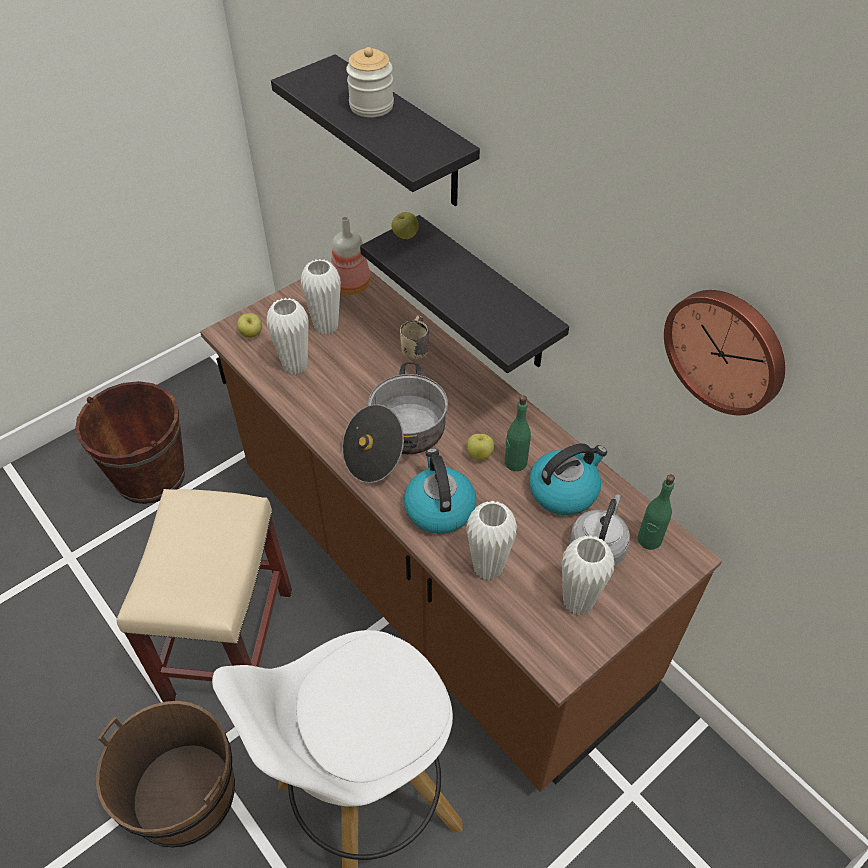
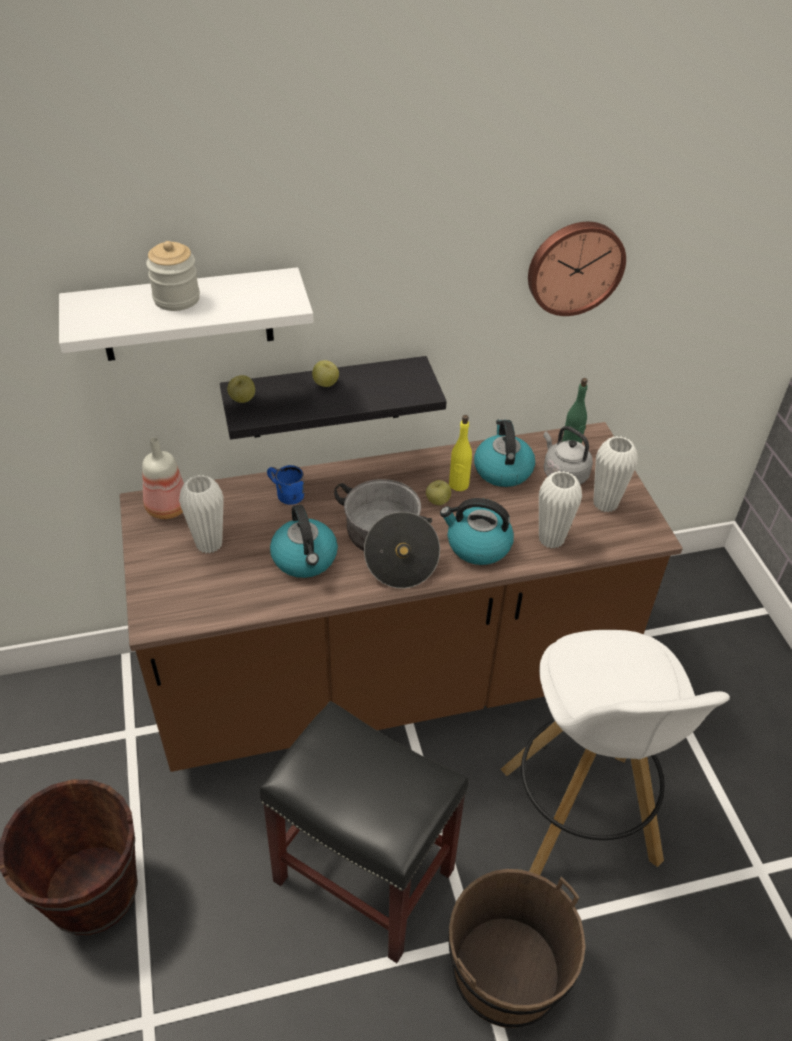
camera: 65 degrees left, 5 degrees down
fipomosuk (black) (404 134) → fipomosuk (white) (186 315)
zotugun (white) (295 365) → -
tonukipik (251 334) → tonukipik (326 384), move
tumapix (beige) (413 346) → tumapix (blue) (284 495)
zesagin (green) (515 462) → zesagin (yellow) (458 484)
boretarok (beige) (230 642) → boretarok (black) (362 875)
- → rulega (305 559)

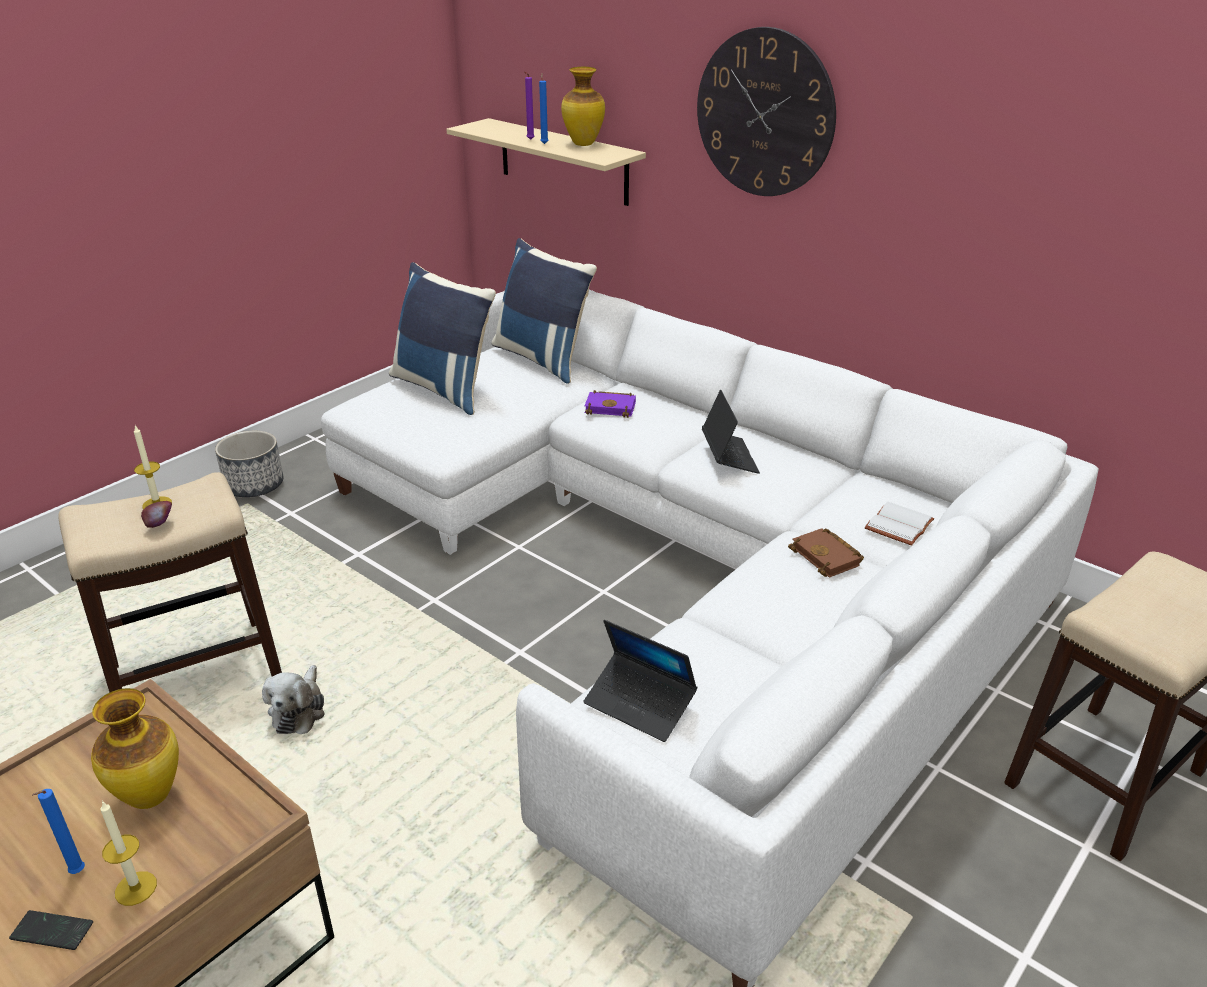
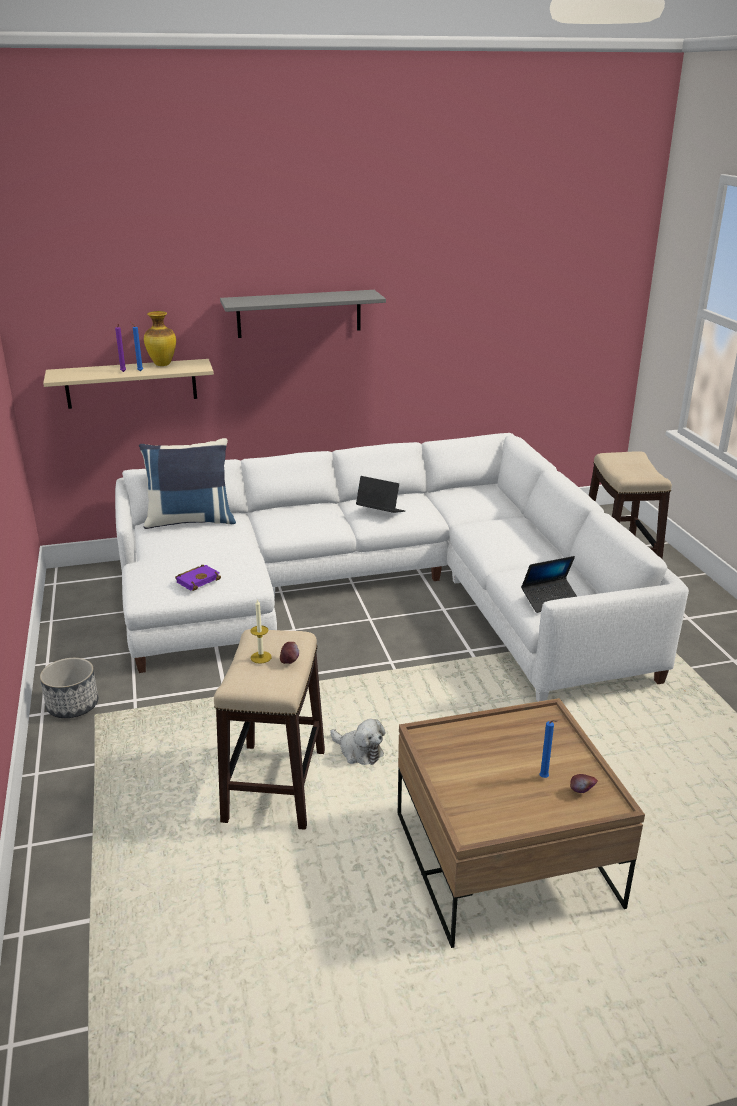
camera: 55 degrees left, 5 degrees down
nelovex (765 113) → fipomosuk (grey) (299 313)
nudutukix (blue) (445 388) → -
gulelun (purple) (612 407) → gulelun (purple) (198 580), move
gulelun (white) (900 526) → -
gulelun (brown) (828 557) → -
zotugun (152 796) → -
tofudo (136 888) → -
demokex (52 931) → tonukipik (582 792)

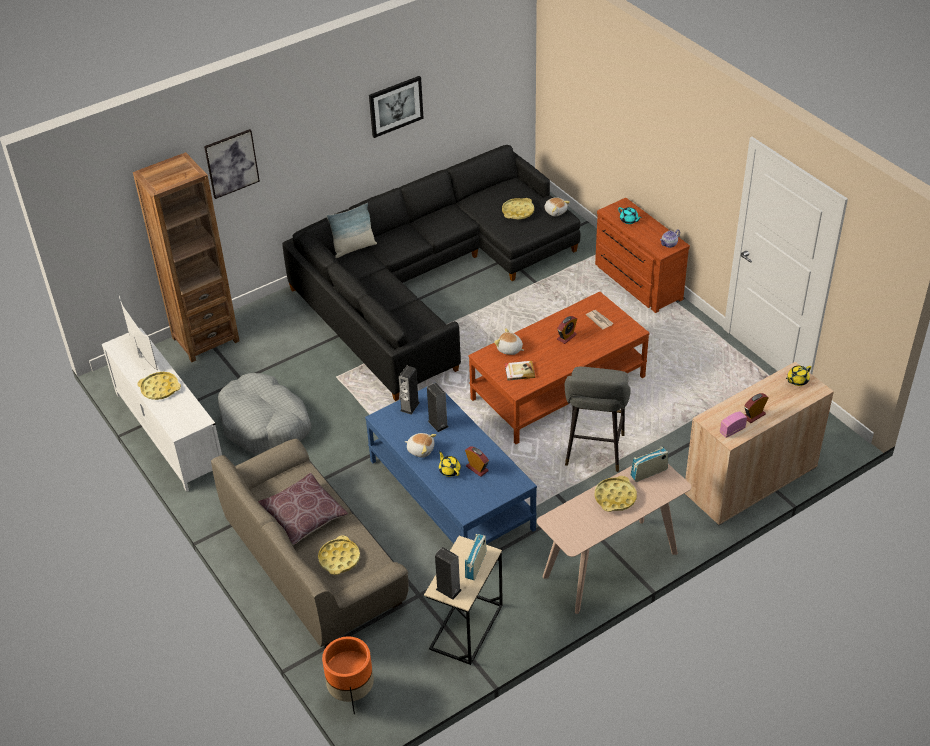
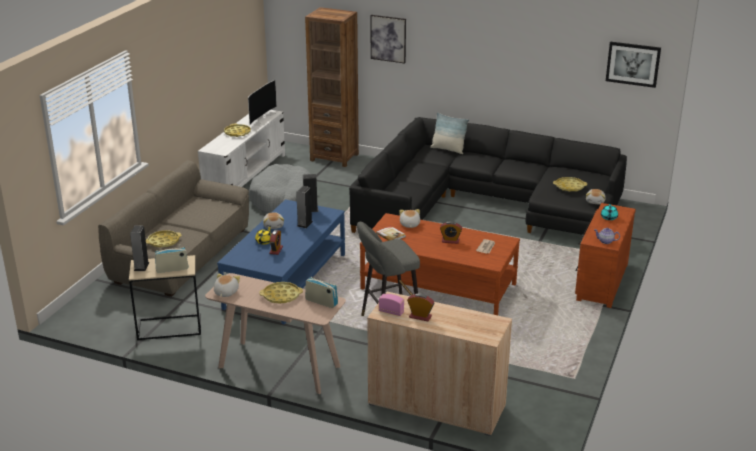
camera: 55 degrees right, 15 degrees down
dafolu (395 106) → dafolu (633 64), move
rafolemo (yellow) (797 380) → -
nudutukix (brown) (303 516) → -
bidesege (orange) (351 692) → -
- → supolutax (225 292)

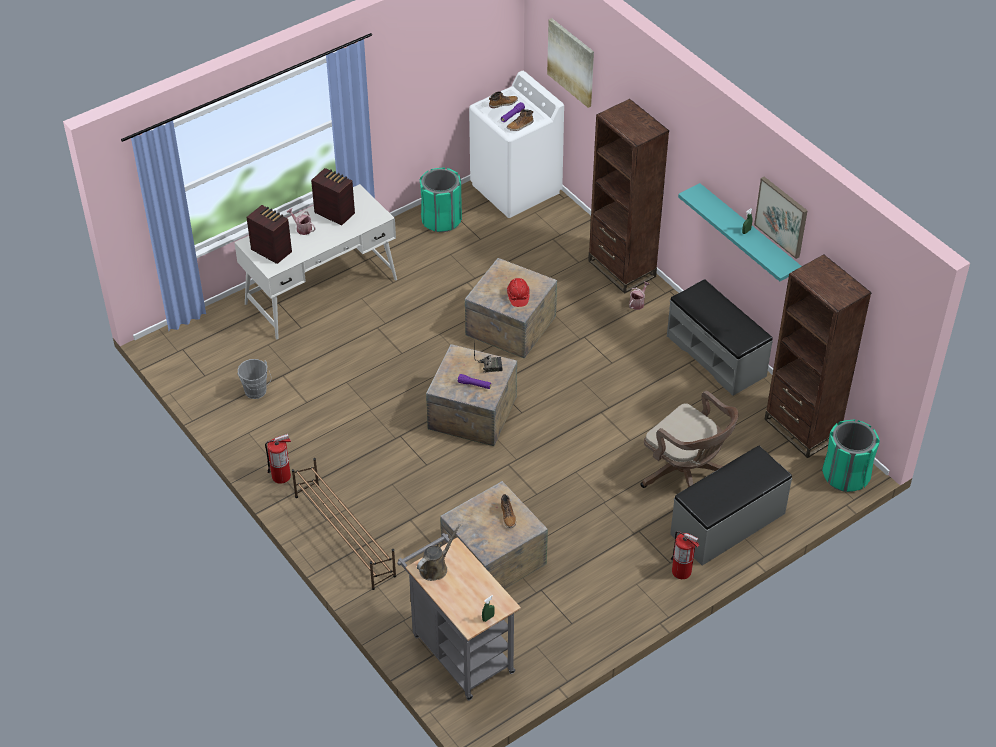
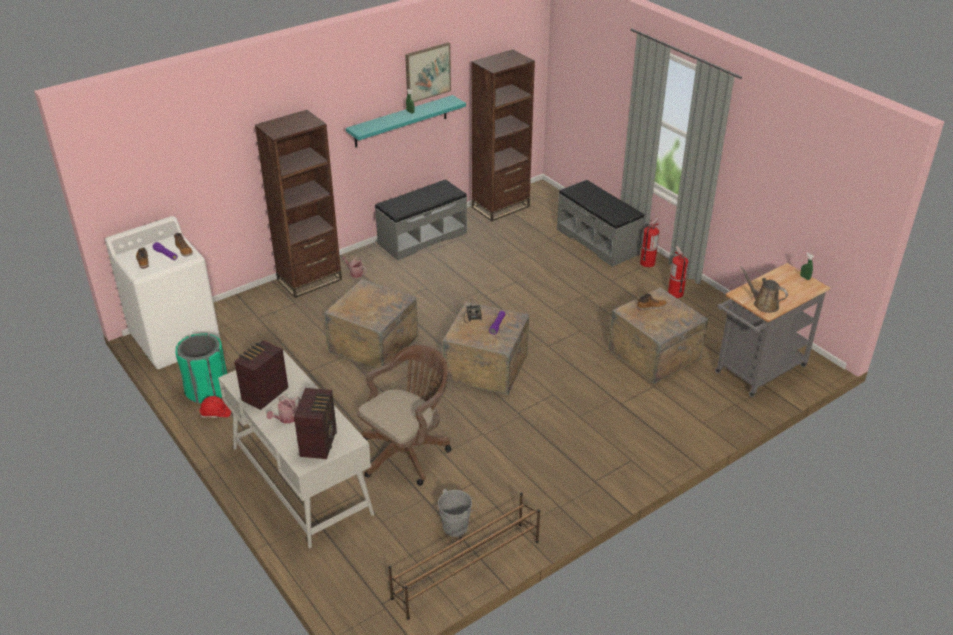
camera: 90 degrees left, 10 degrees down
dafolu (571 62) → -
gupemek (271 250) → gupemek (319 442), 150 degrees clockwise
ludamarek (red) (518 296) → ludamarek (red) (215 413), move
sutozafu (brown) (686 475) → sutozafu (brown) (407 452), move
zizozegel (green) (846 475) → -
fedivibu (281 476) → fedivibu (675 293), move
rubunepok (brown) (344 535) → rubunepok (brown) (465 569), move

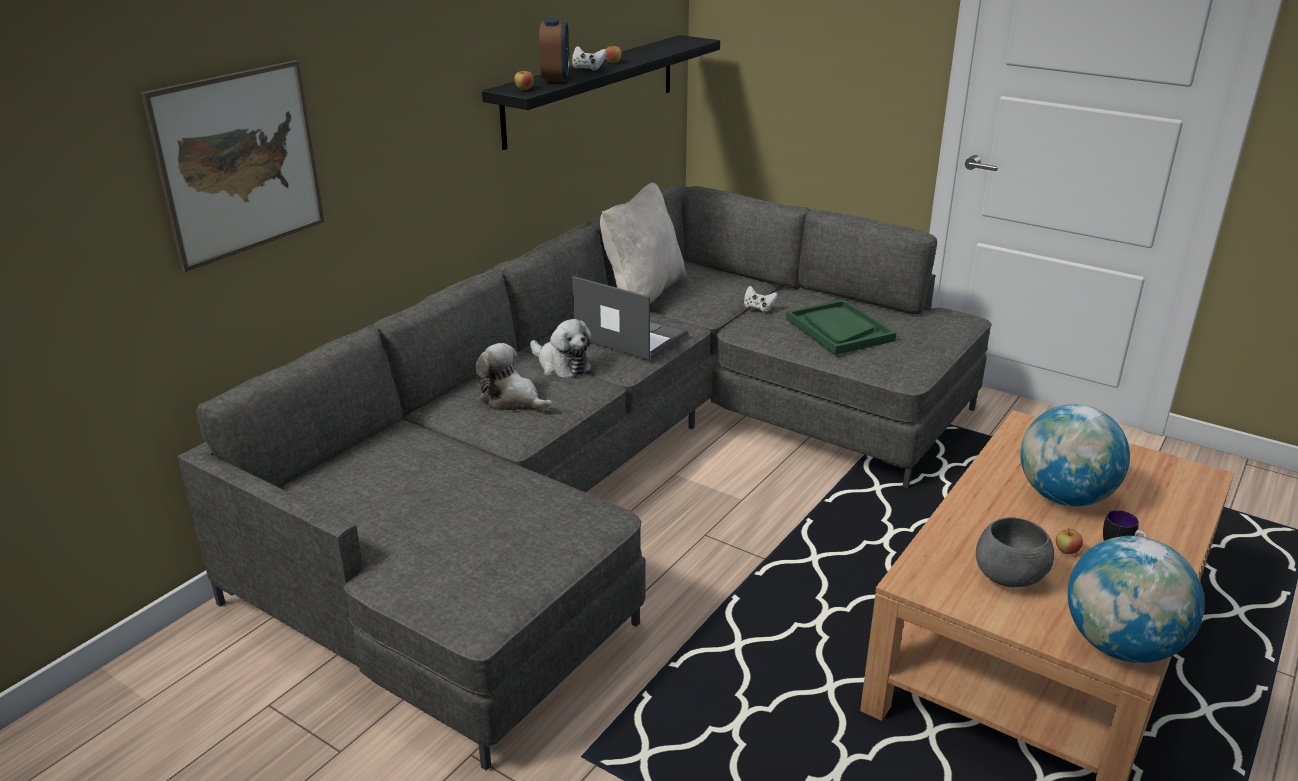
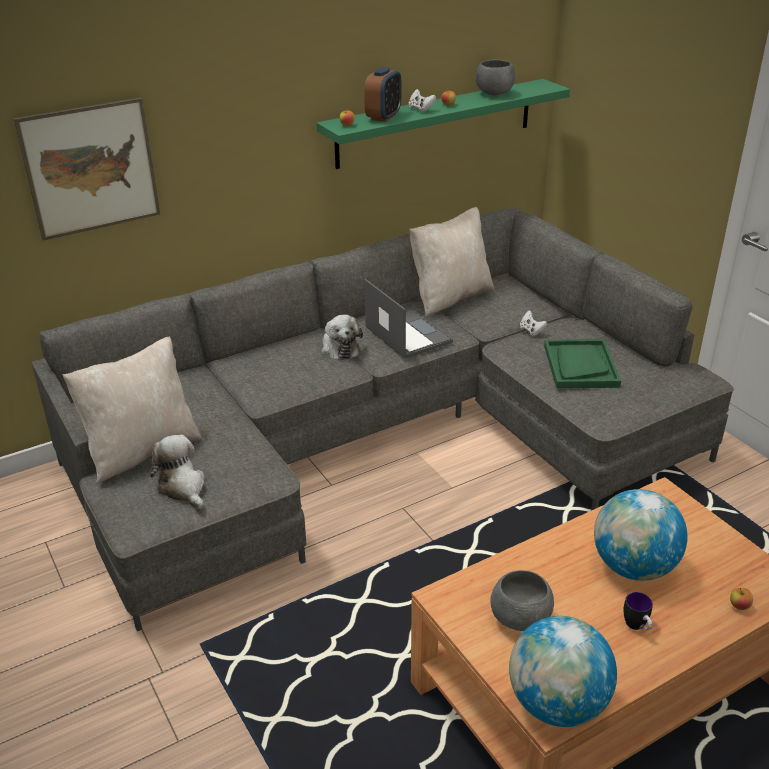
camera: 25 degrees right, 5 degrees up
fipomosuk (black) (592 89) → fipomosuk (green) (436 123)
supolutax (512 400) → supolutax (183 487), move
tonukipik (1066 551) → tonukipik (739 606), move
- → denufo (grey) (494 94)
- → nudutukix (beige) (142 451)

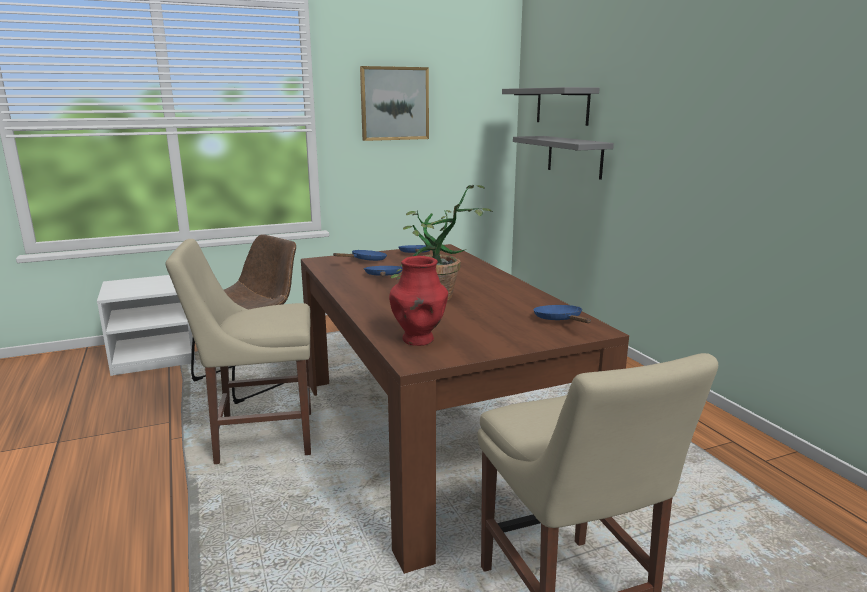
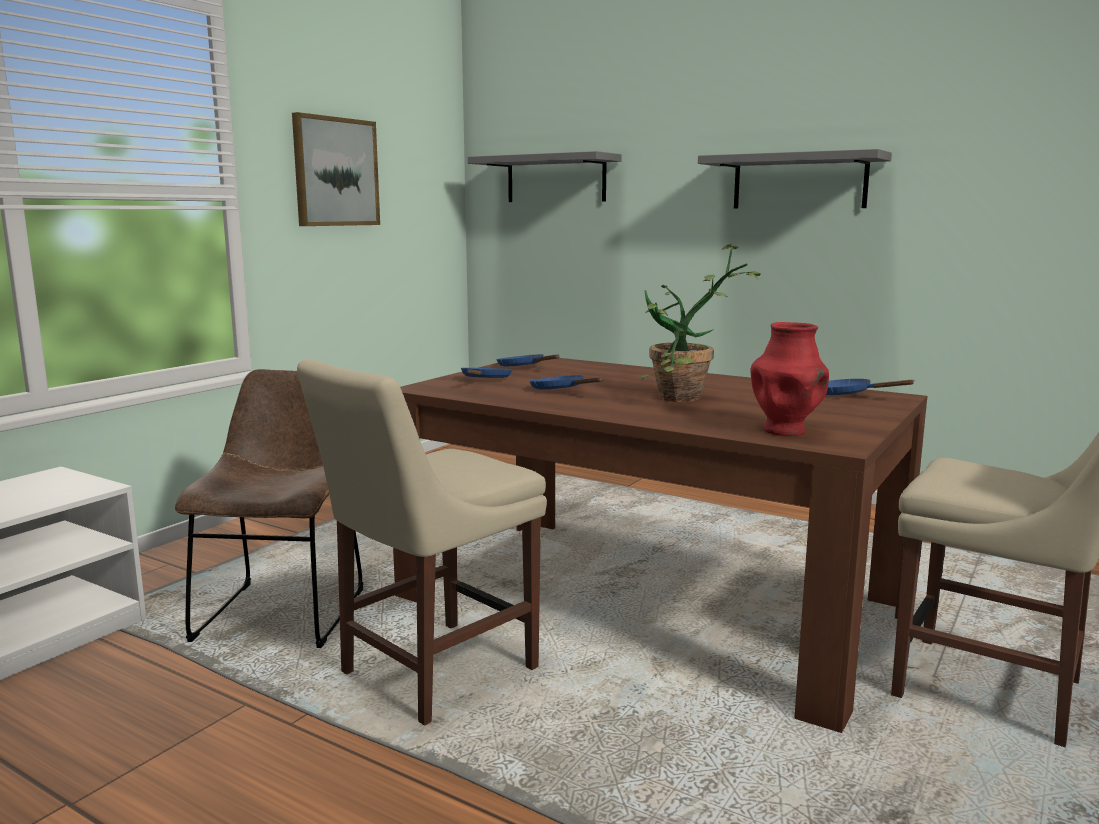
camera: 35 degrees left, 5 degrees down
fipomosuk (grey) (574 156) → fipomosuk (grey) (799 182), move

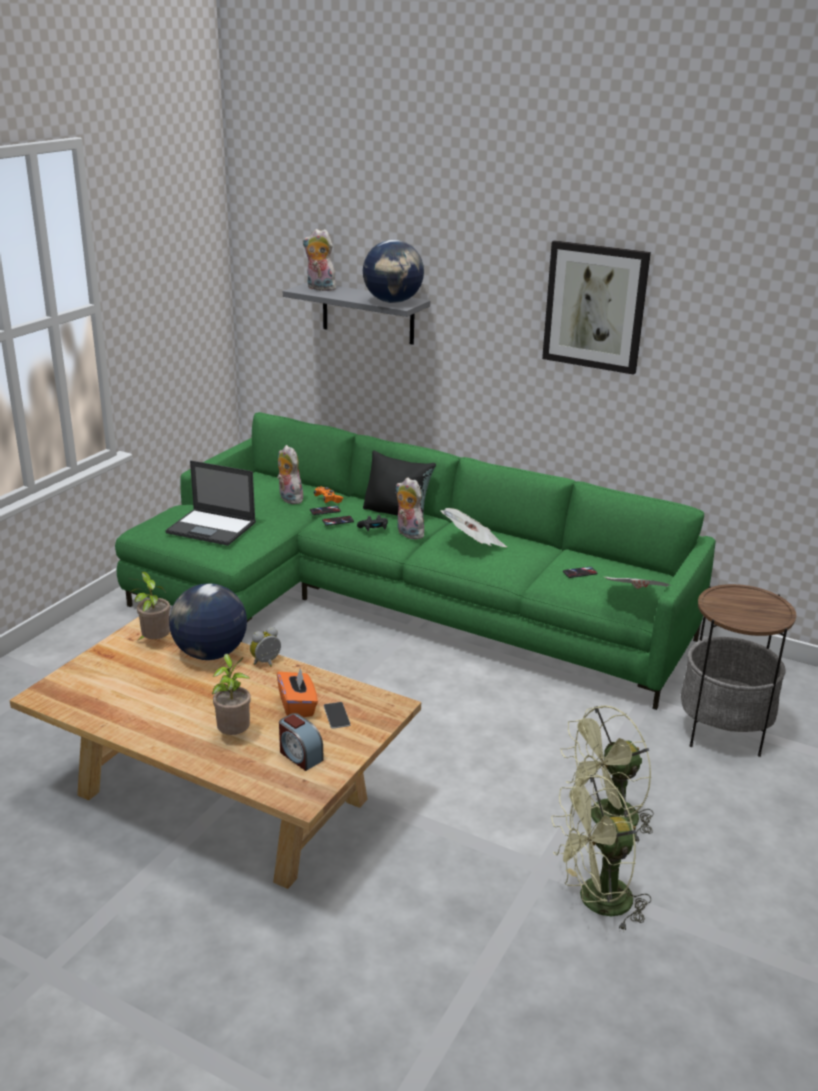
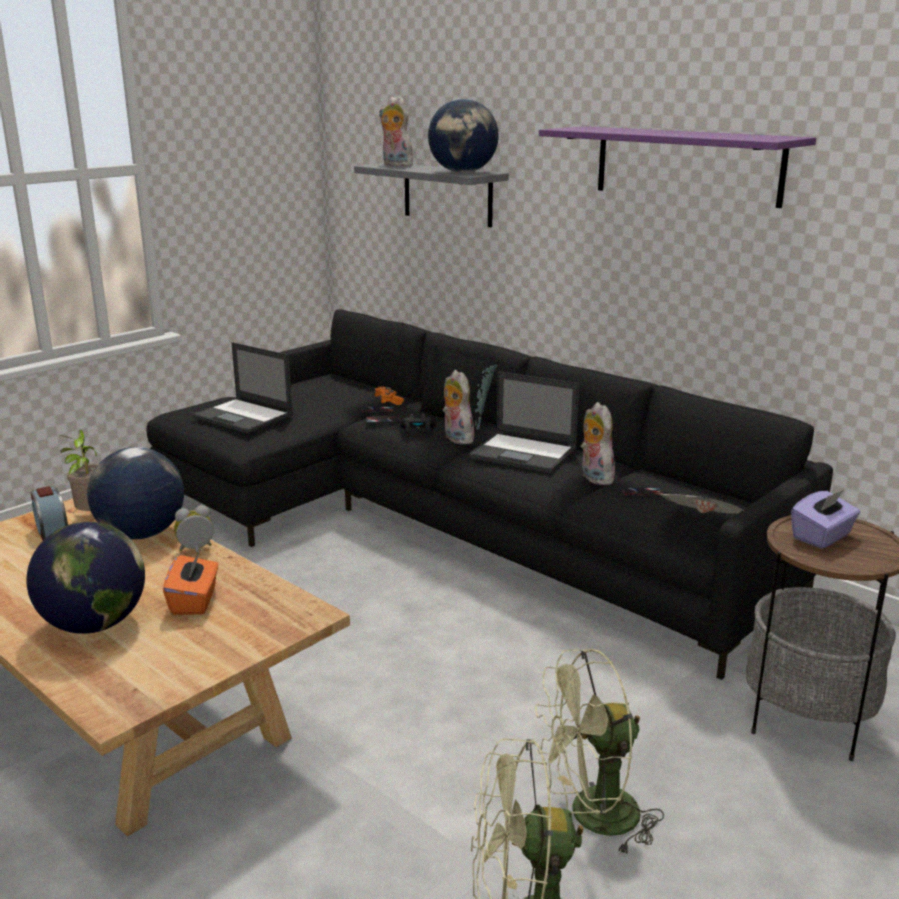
camera: 15 degrees right, 5 degrees down
dafolu (595 306) → fipomosuk (purple) (687 165)
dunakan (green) (394 603) → dunakan (black) (446 524)
supolutax (288 499) → supolutax (594 477), move
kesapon (473 544) → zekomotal (524 453)
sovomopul (234 735) → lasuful (95 624)
demokex (336 715) → -
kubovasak (300 756) → kubovasak (52 530), move
- → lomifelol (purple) (822 537)

